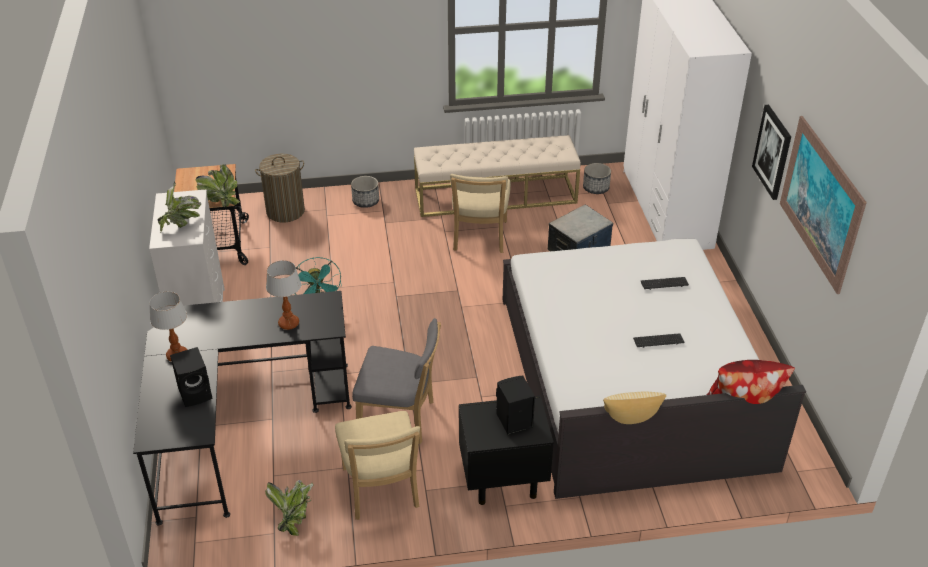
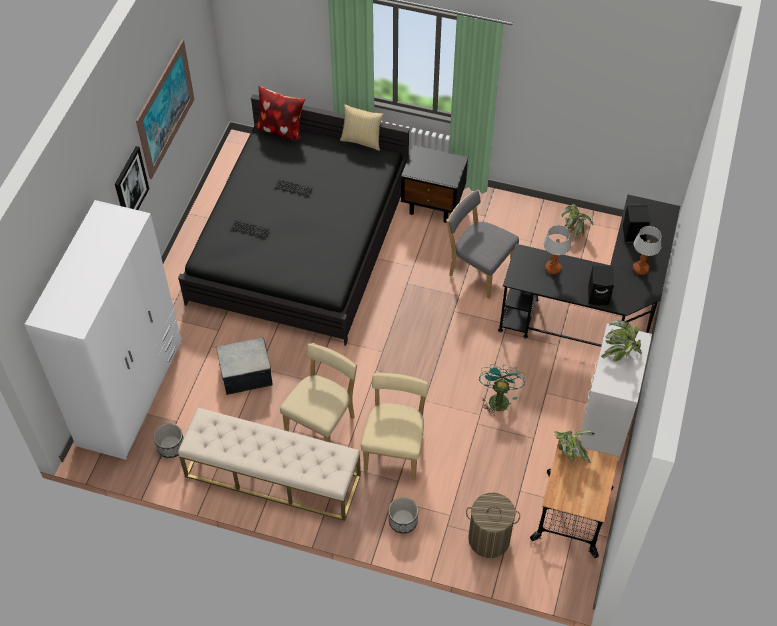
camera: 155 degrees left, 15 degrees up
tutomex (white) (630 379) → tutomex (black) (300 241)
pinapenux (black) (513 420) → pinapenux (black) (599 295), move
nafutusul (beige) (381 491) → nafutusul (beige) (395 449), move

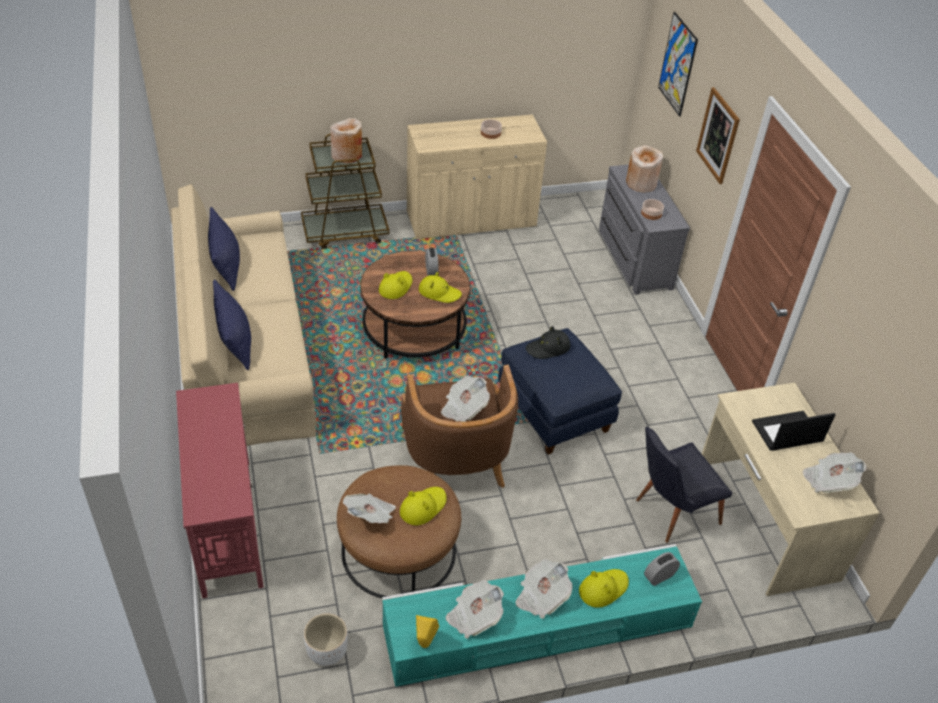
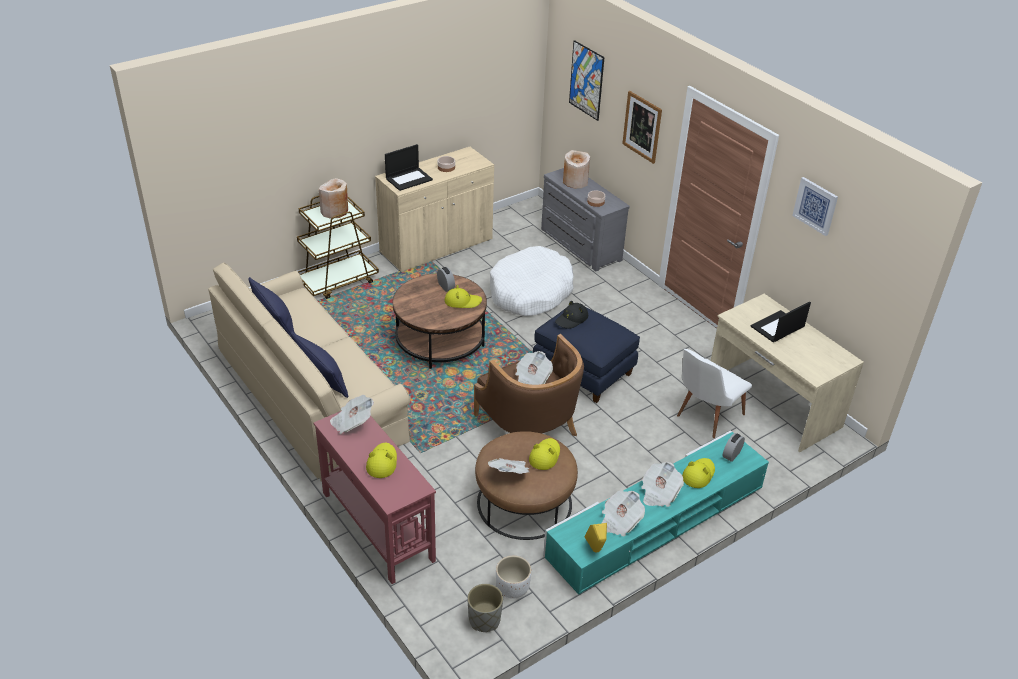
camera: 20 degrees left, 5 degrees down
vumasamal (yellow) (395 287) → vumasamal (yellow) (382 462), move
nafutusul (black) (669 512) → nafutusul (white) (705 417)
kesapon (829 481) → kesapon (352 422), move
- → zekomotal (409 179)
- → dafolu (815 206)
- → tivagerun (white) (530 292)
- → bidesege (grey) (484 620)

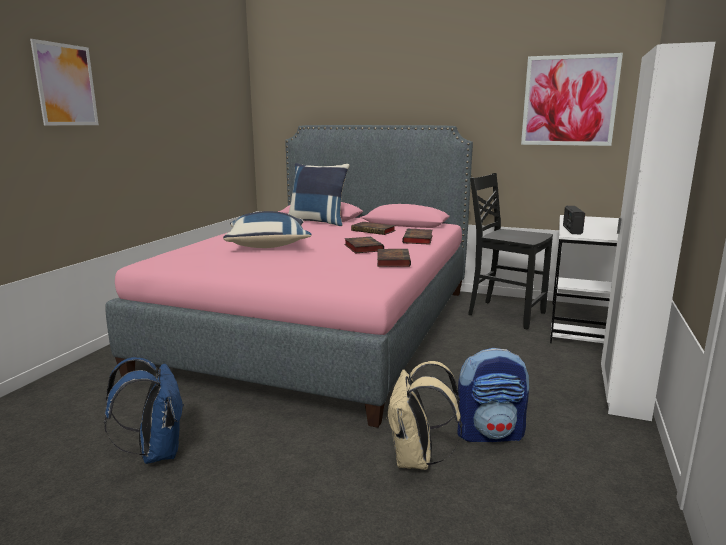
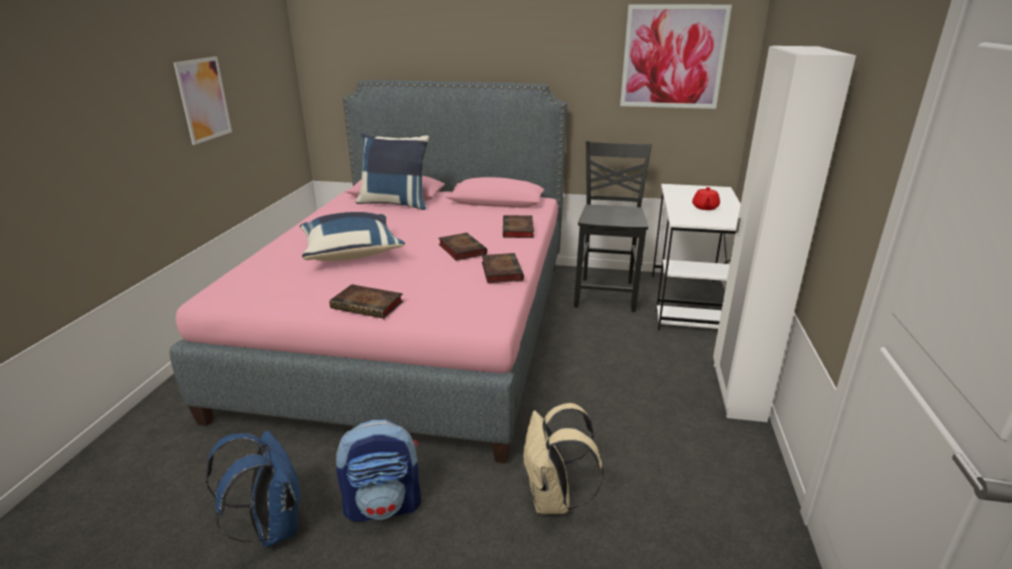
camera: 10 degrees left, 10 degrees up
dafolu (66 85) → dafolu (204 99), move
nafutusul (black) (504 314) → nafutusul (black) (606 294), 75 degrees clockwise
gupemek (572 230) → -
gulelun (374 231) → gulelun (369 305), move
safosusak (490 433) → safosusak (384 505), move
- → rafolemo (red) (705 207)

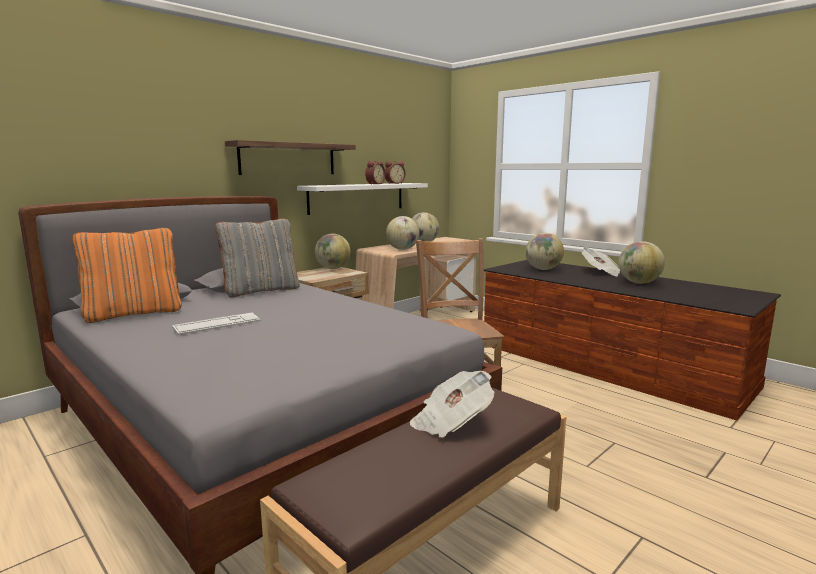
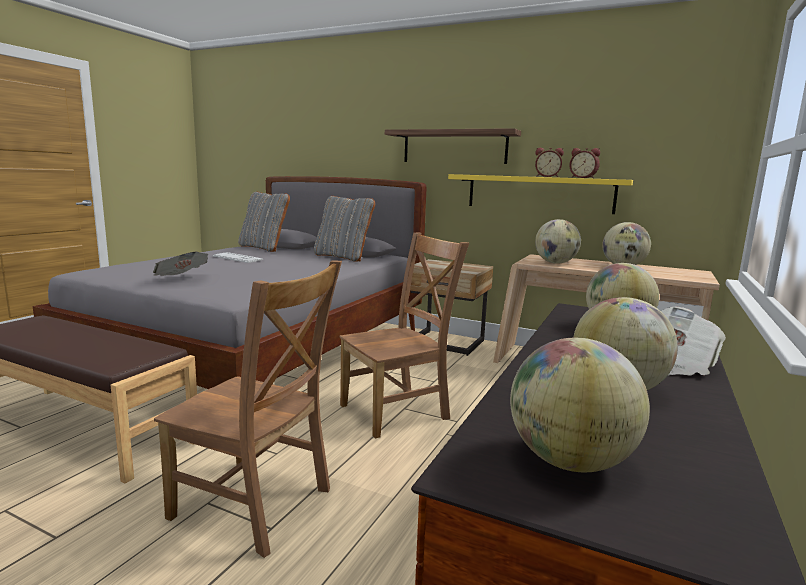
camera: 70 degrees right, 0 degrees up
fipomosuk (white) (357 197) → fipomosuk (yellow) (539 193)
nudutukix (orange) (134 313) → nudutukix (grey) (264 248)
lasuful (333 268) → lasuful (569 461), move
kesapon (451 422) → kesapon (181 279), move
- → nafutusul (brown) (256 506)

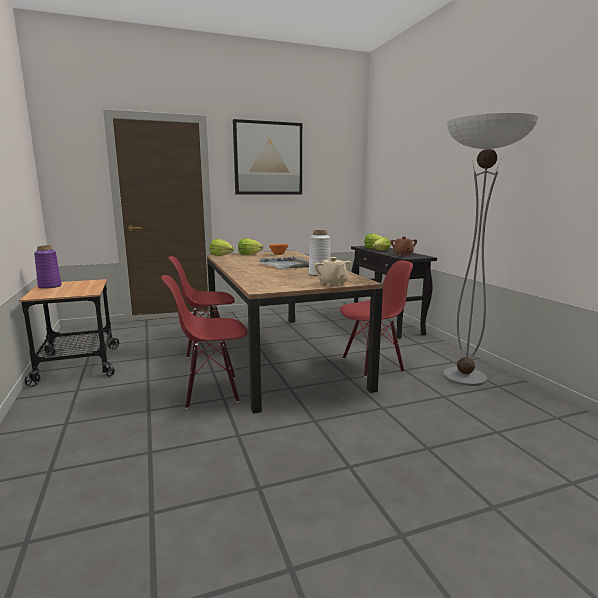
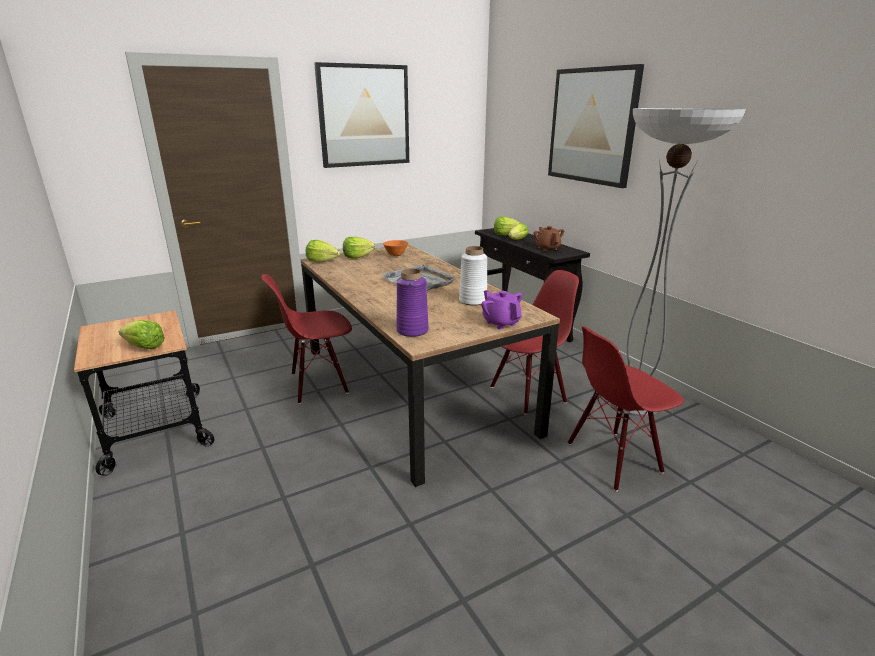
camera: 10 degrees left, 10 degrees up
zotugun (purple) (50 286) → zotugun (purple) (412 330), move
rafolemo (beige) (332 284) → rafolemo (purple) (501 323)
nafutusul (red) (212 391) → nafutusul (red) (613 459), move
- → dafolu (592 126)
- → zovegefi (144 347)

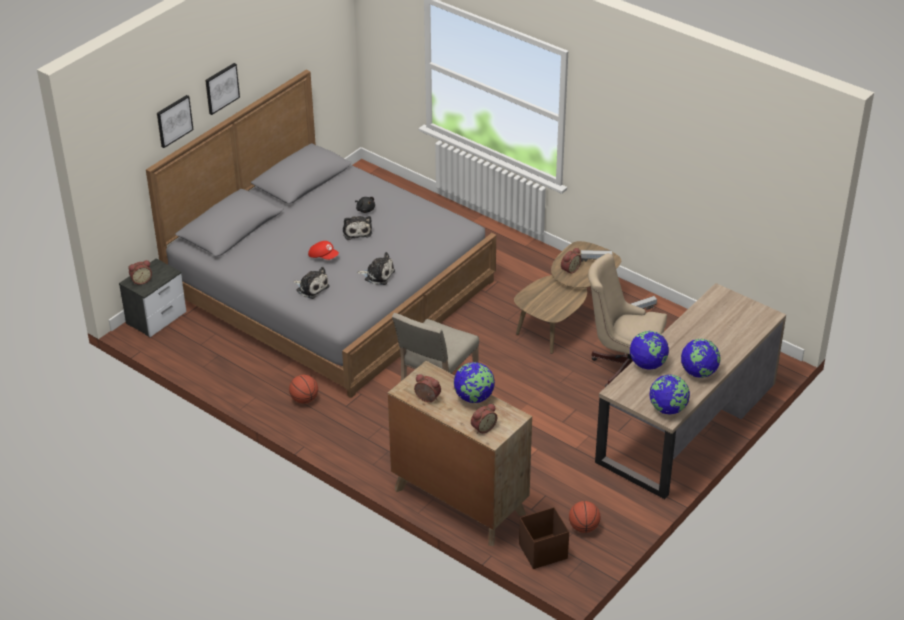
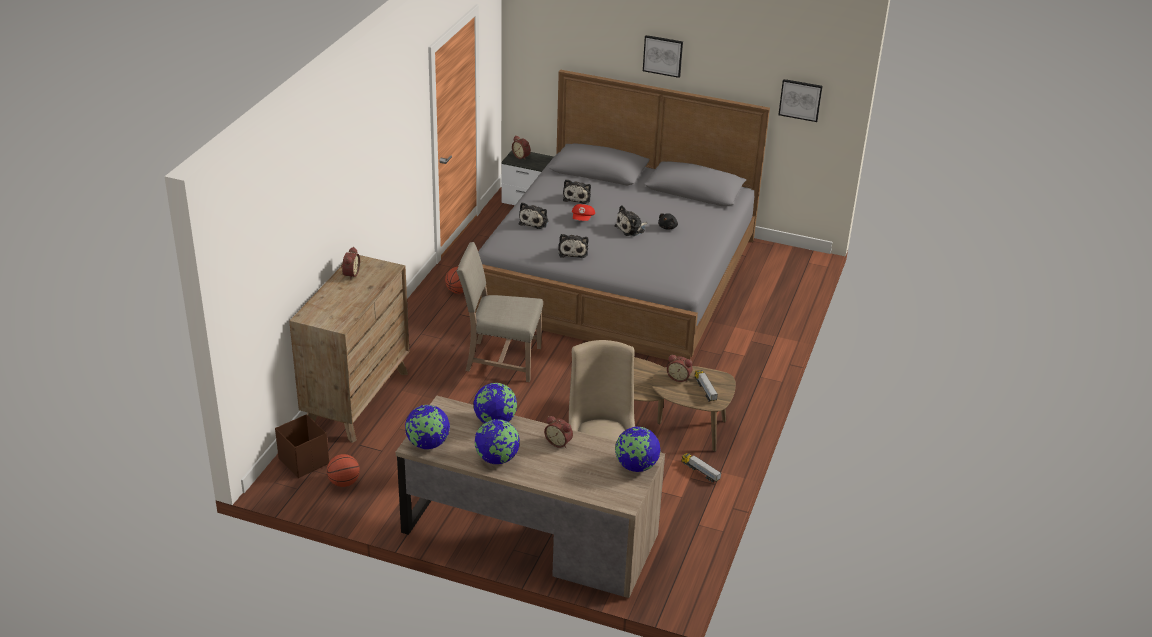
camera: 70 degrees right, 5 degrees down
dafolu (174 120) → dafolu (800 99), move
lasuful (474 397) → lasuful (636 466), move
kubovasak (482 427) → kubovasak (559 442), move
- → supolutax (577 197)

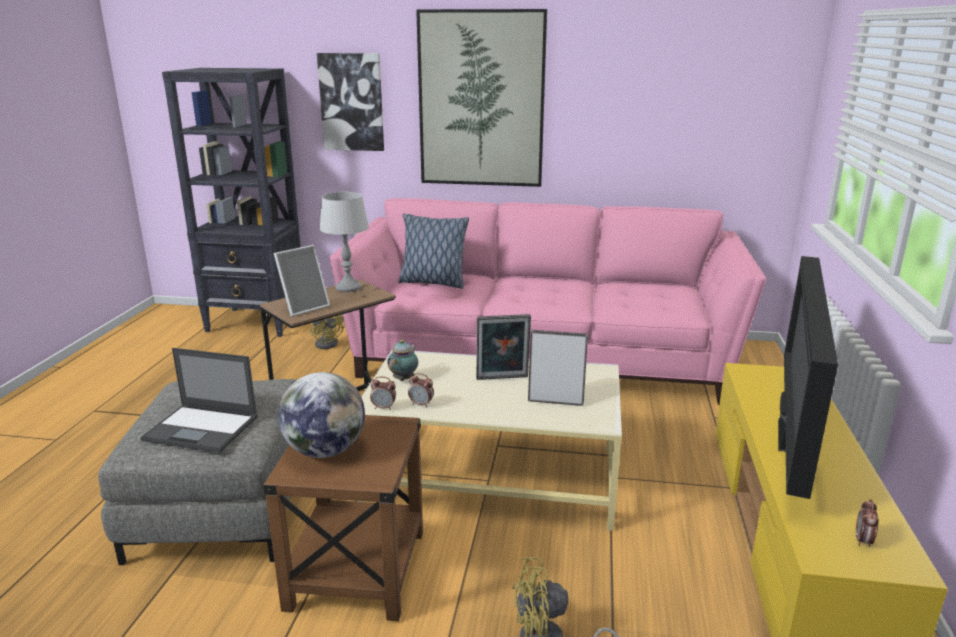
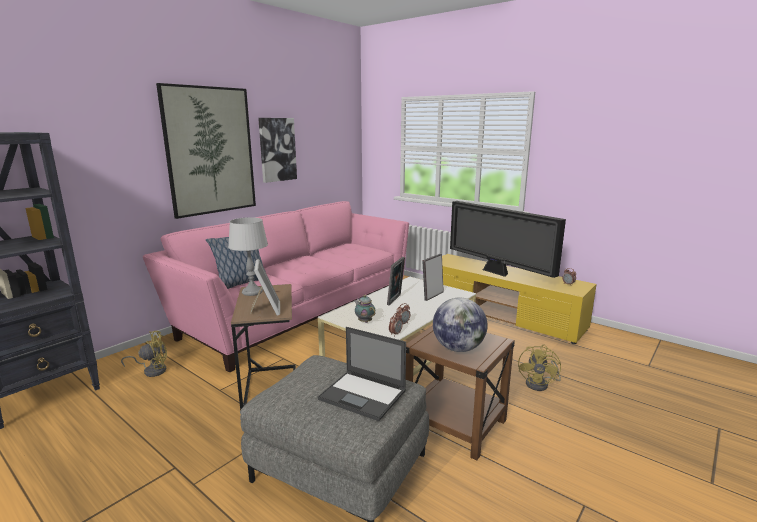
camera: 60 degrees left, 5 degrees down
dafolu (352 102) → dafolu (277 149), move
zekomotal (202 428) → zekomotal (363 395), 75 degrees clockwise

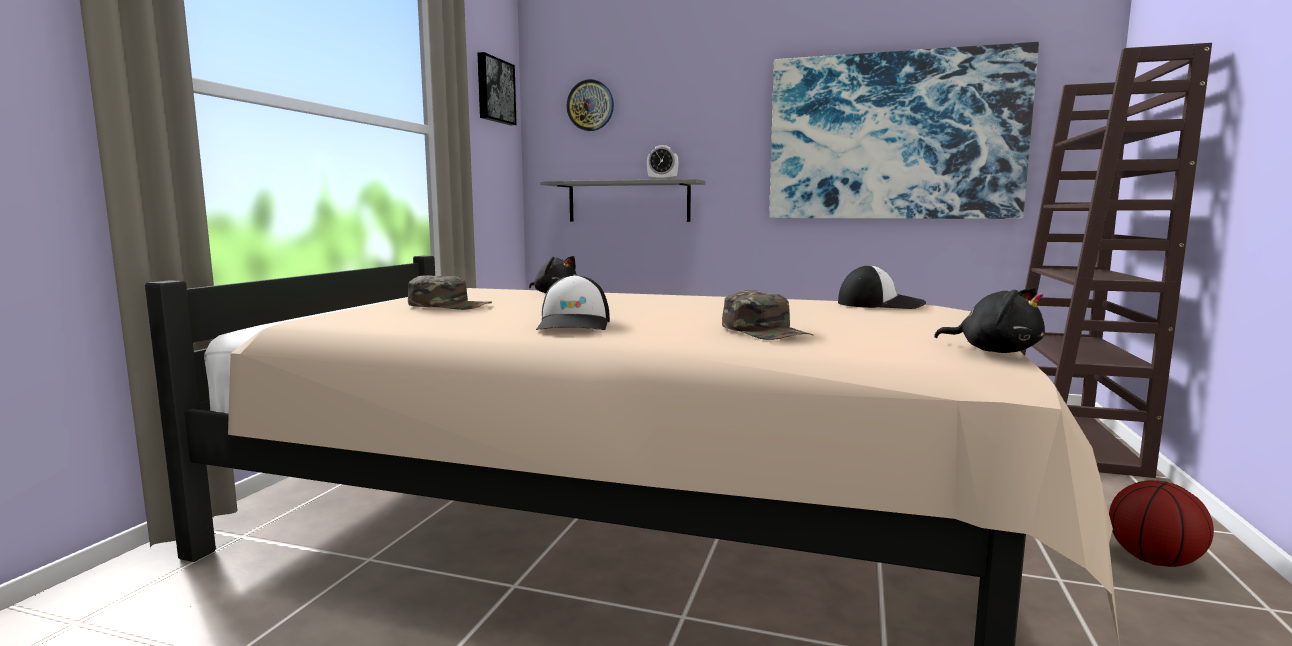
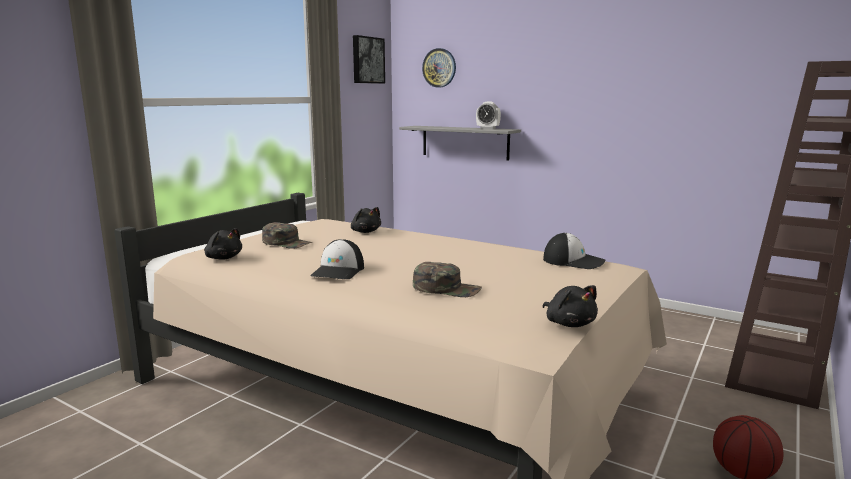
camera: 15 degrees right, 5 degrees up
dafolu (893 137) → -
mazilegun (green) (765 331) → mazilegun (green) (446 288), 60 degrees counterclockwise
- → supolutax (black) (223 258)

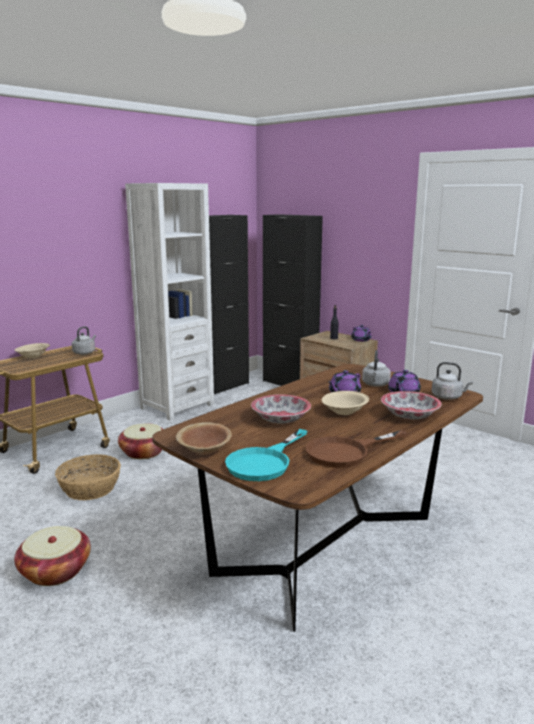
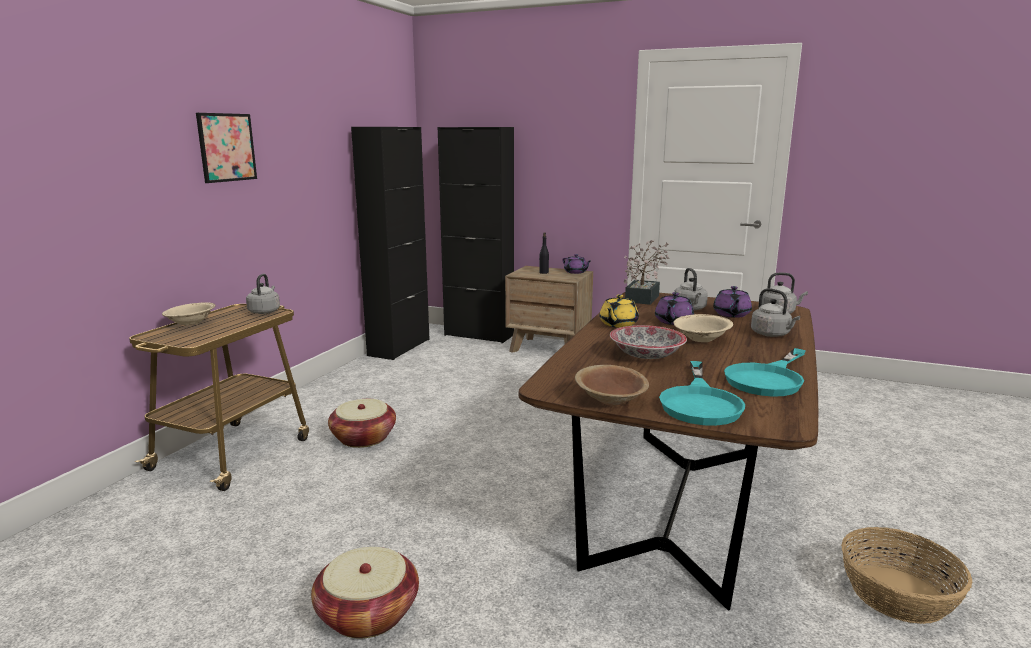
camera: 20 degrees left, 0 degrees up
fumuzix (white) (177 406) → -
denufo (410 415) → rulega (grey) (772 334)
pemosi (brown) (346 452) → pemosi (turquoise) (768 379)
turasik (90 488) → turasik (898 594), move
- → dafolu (226 147)
- → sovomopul (644 297)
- → rafolemo (yellow) (617 324)

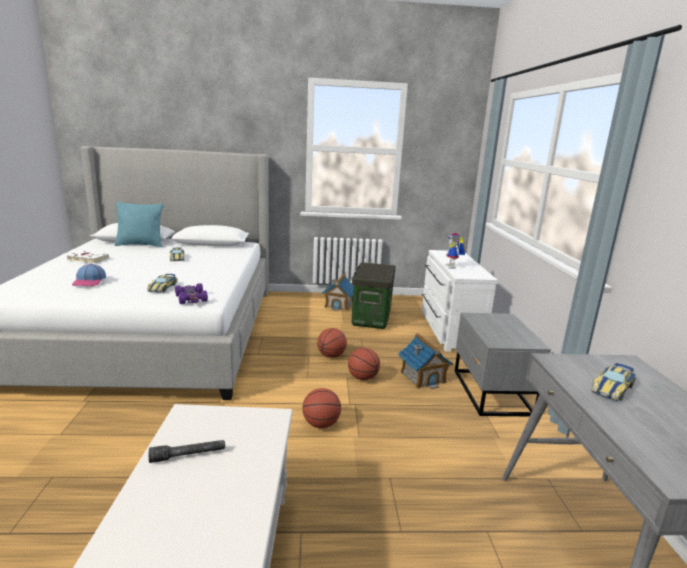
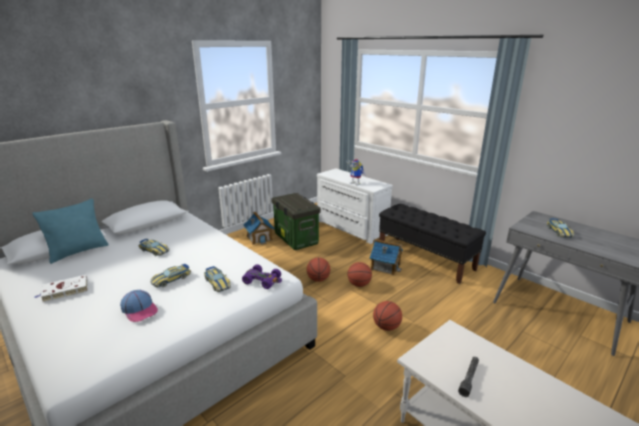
camera: 40 degrees left, 5 degrees up
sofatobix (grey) (490 393) → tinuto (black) (425 259)
- → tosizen (171 279)

